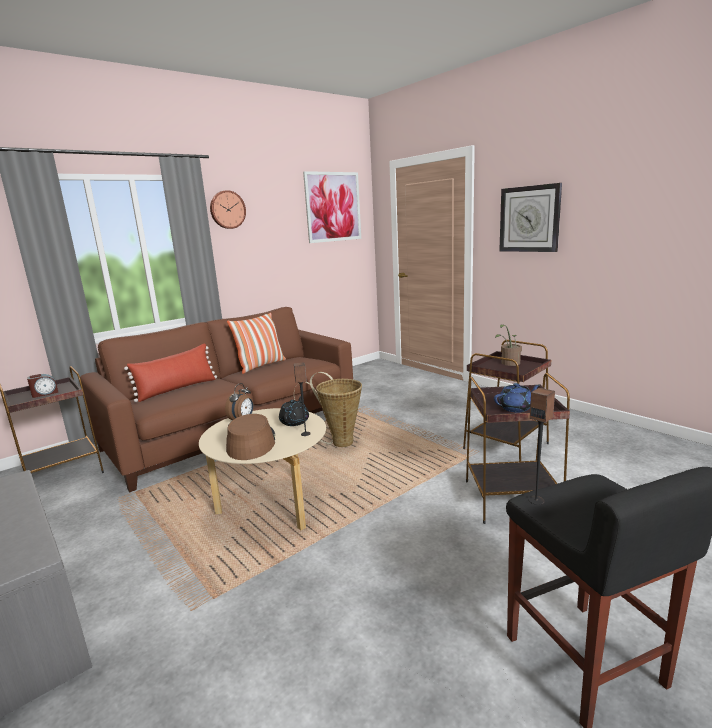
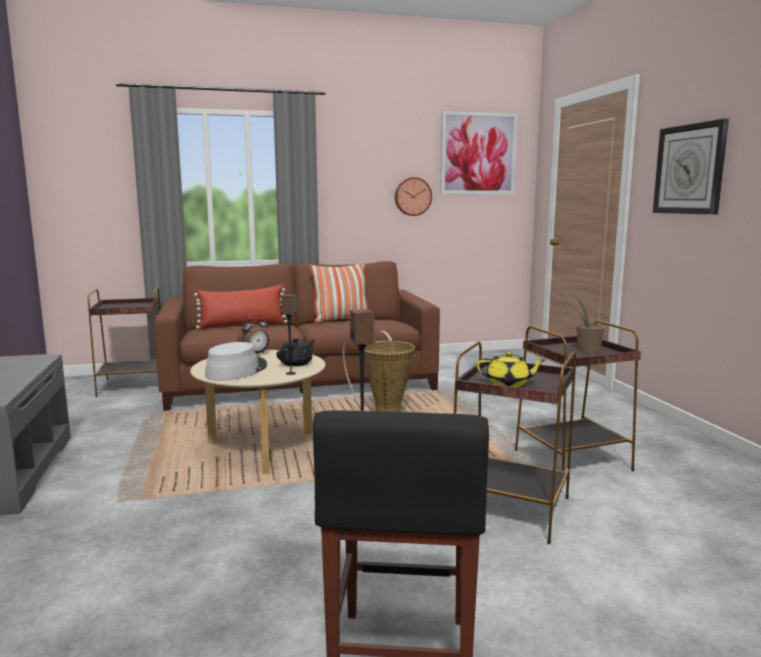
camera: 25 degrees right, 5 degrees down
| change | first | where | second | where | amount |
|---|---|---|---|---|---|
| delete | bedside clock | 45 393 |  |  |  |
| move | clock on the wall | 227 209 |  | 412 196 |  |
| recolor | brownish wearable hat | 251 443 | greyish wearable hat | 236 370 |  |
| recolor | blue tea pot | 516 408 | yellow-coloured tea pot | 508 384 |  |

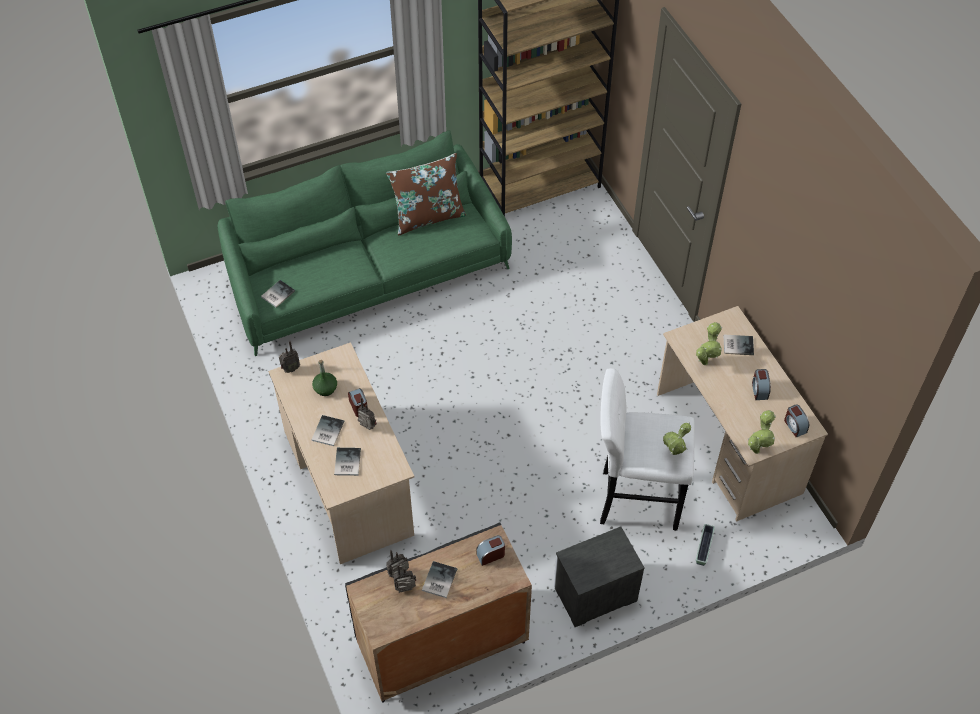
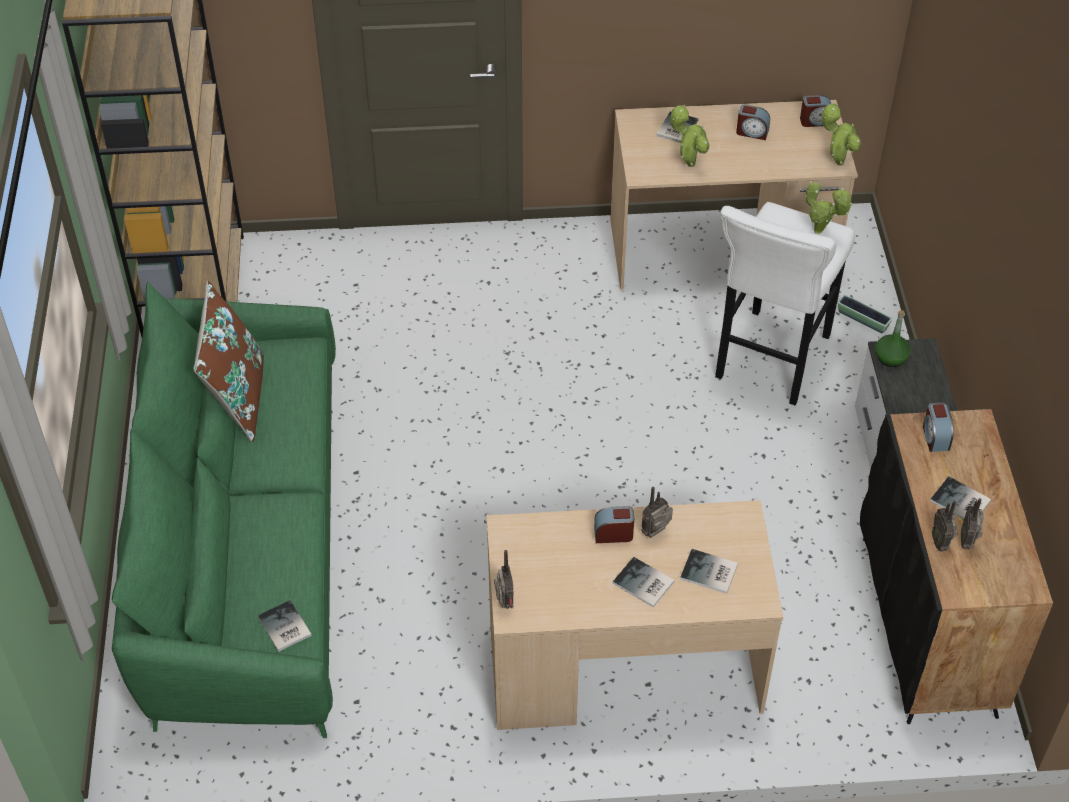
camera: 70 degrees left, 5 degrees down
| change | first | where | second | where | amount |
|---|---|---|---|---|---|
| move | greenish beverage bottle | 325 388 |  | 890 358 |  |

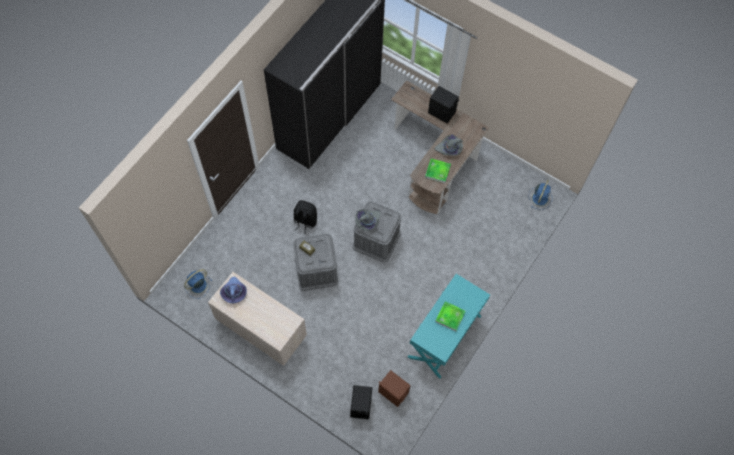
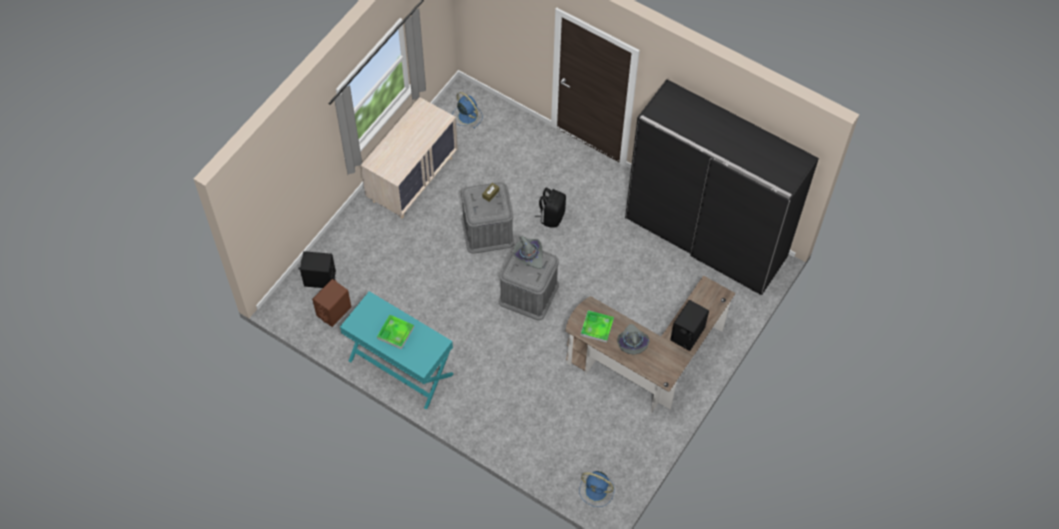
camera: 90 degrees right, 5 degrees down
| change | first | where | second | where | amount |
|---|---|---|---|---|---|
| delete | purple-coloured wearable hat | 234 292 |  |  |  |

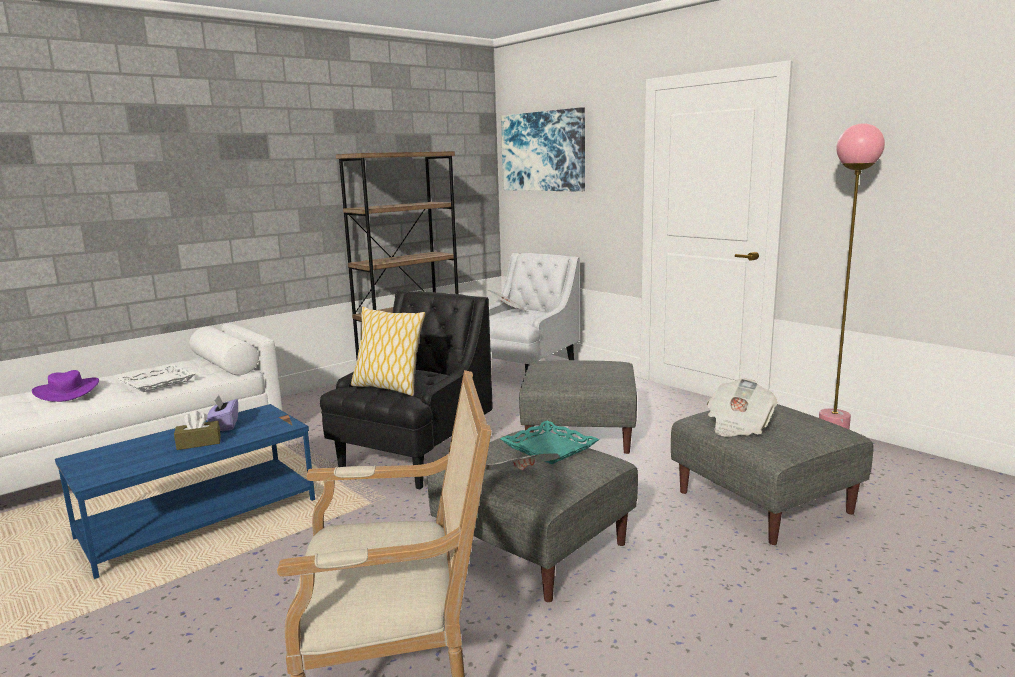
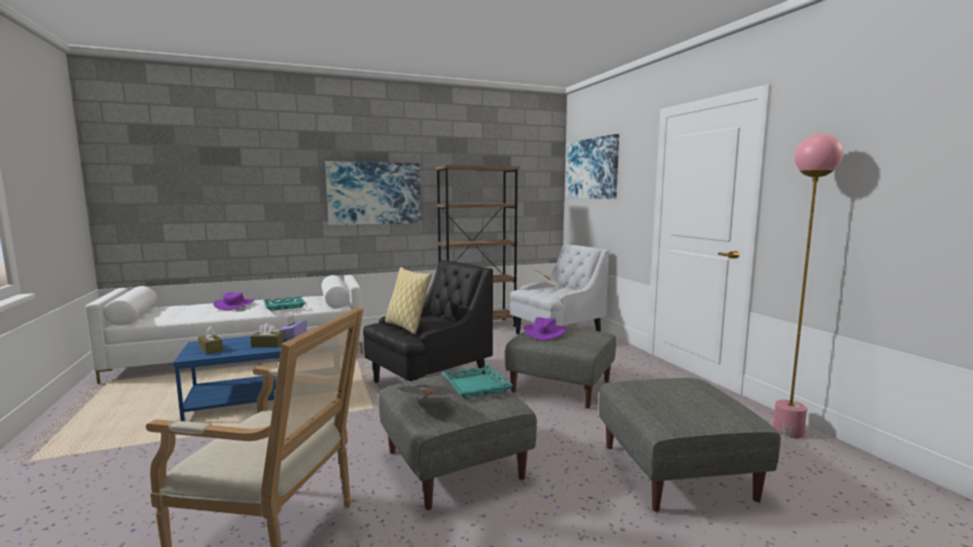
camera: 20 degrees right, 5 degrees down
| change | first | where | second | where | amount |
|---|---|---|---|---|---|
| recolor | white carrying tray | 157 382 | turquoise-coloured carrying tray | 284 306 |  |
| delete | daily paper | 738 426 |  |  |  |
| insert |  |  | brownish tissue box | 211 349 |  |
| insert |  |  | wall art | 374 193 |  |
| insert |  |  | purple-coloured wearable hat | 544 333 |  |

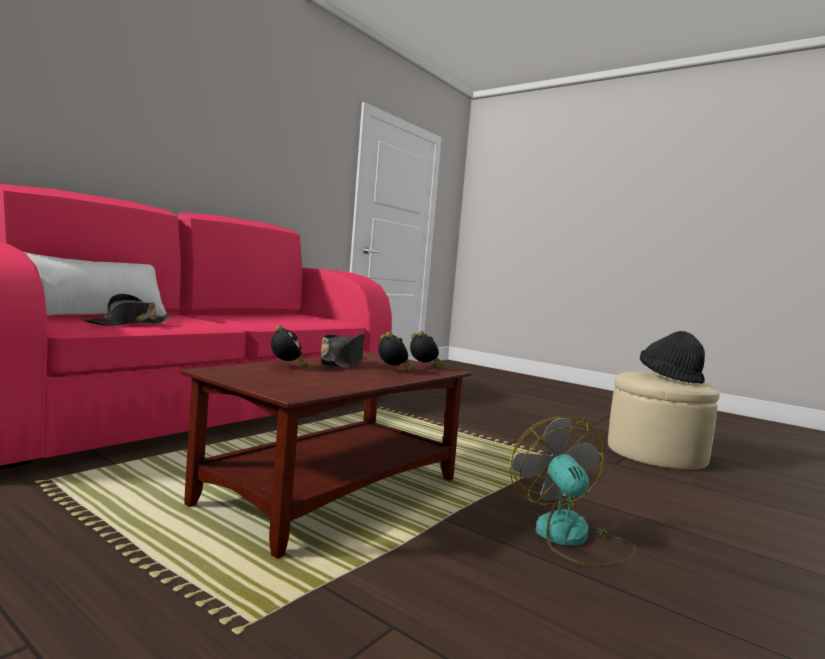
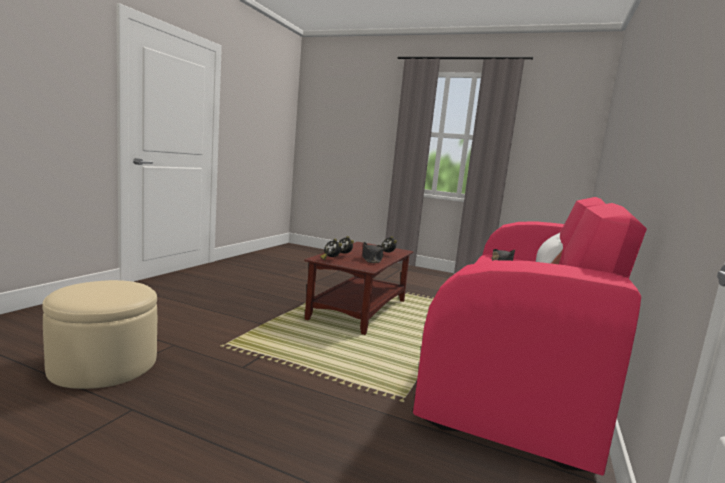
camera: 165 degrees right, 5 degrees up
| change | first | where | second | where | amount |
|---|---|---|---|---|---|
| delete | cooling fan | 571 538 |  |  |  |
| delete | black-coloured wearable hat | 669 378 |  |  |  |

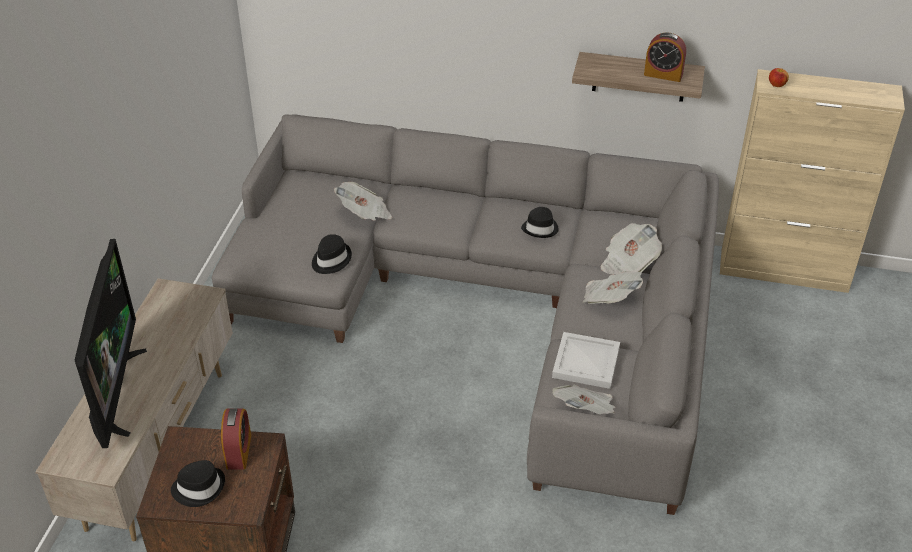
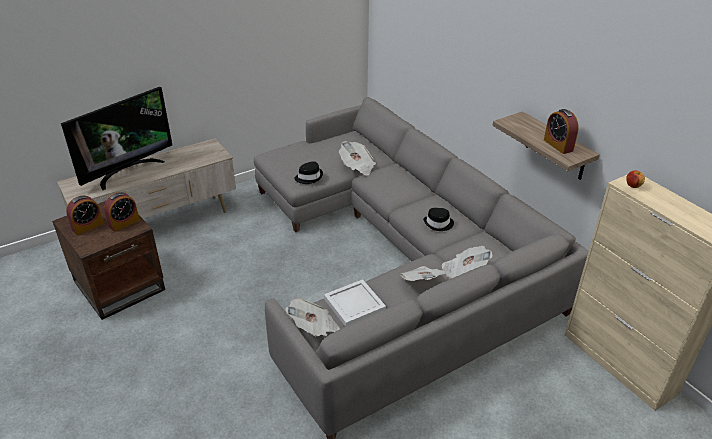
camera: 45 degrees right, 5 degrees down
| change | first | where | second | where | amount |
|---|---|---|---|---|---|
| replace | black-coloured wearable hat | 199 488 | bedside clock | 87 226 |  |

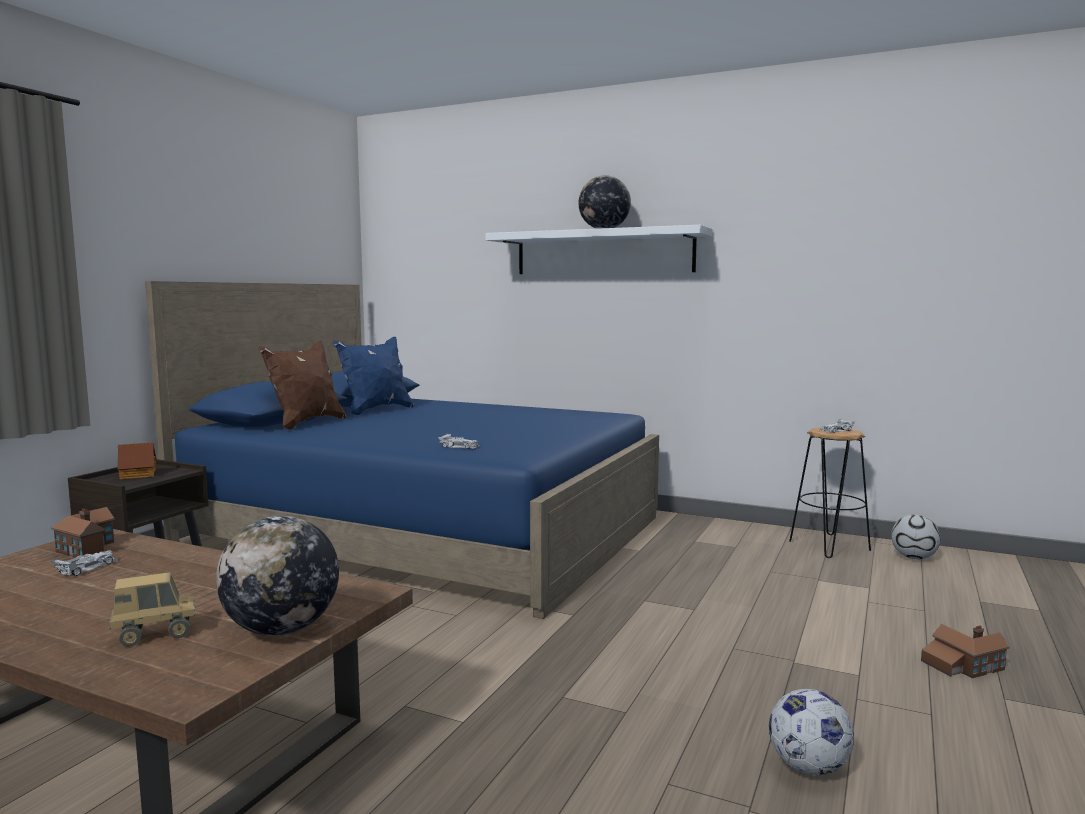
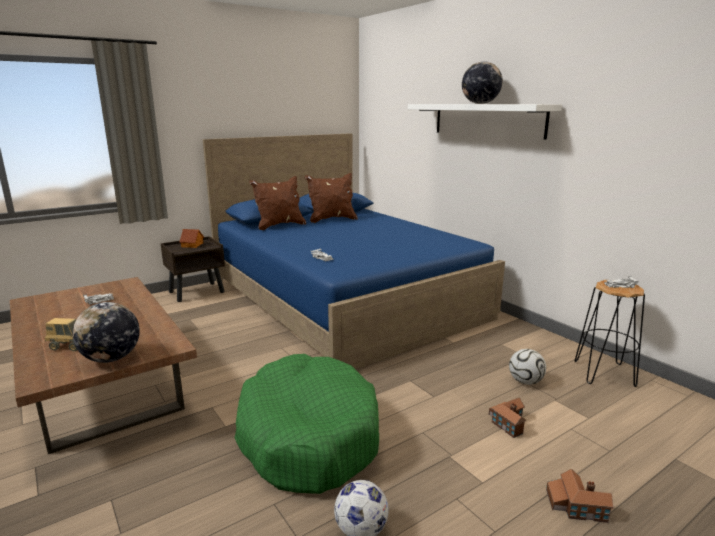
camera: 30 degrees right, 10 degrees up
| change | first | where | second | where | amount |
|---|---|---|---|---|---|
| move | toy house | 87 548 |  | 508 422 |  |
| recolor | blue throw pillow | 376 410 | brownish throw pillow | 331 219 |  |
| move | football | 913 557 |  | 525 381 |  |
| insert |  |  | greenish dog bed | 308 436 |  |

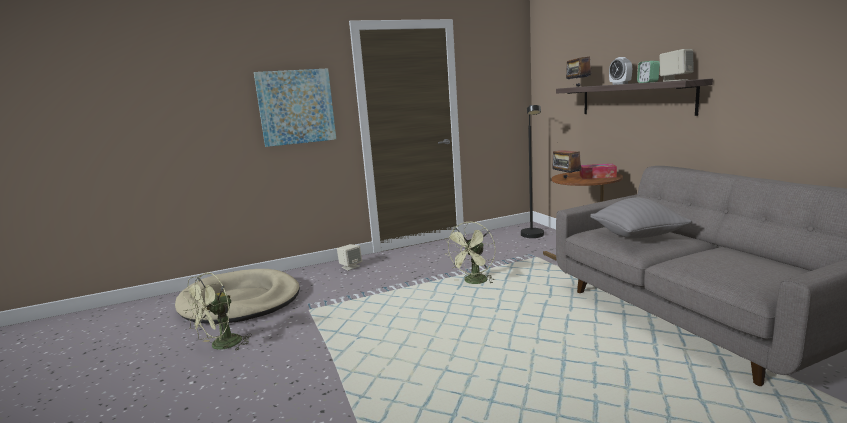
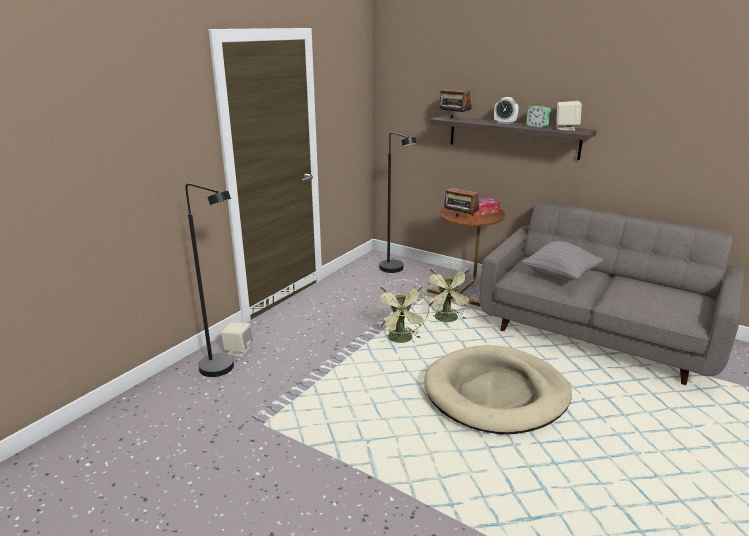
camera: 35 degrees left, 10 degrees up
| change | first | where | second | where | amount |
|---|---|---|---|---|---|
| move | beige-coloured dog bed | 240 301 |  | 496 393 |  |
| move | greenish cooling fan | 221 346 |  | 447 320 |  |
| delete | wall art | 296 107 |  |  |  |
| insert |  |  | black-coloured standard lamp | 223 370 |  |

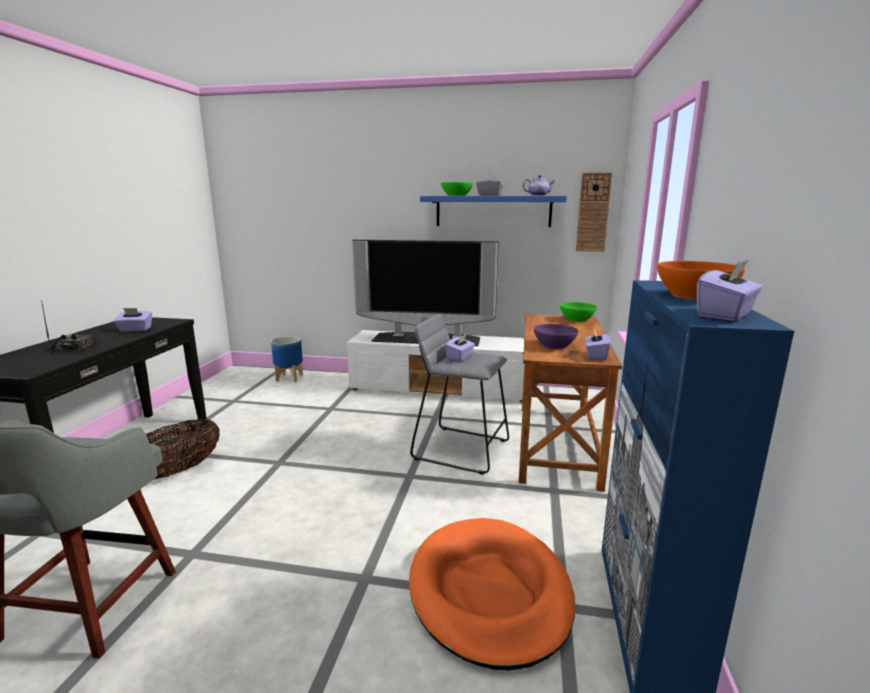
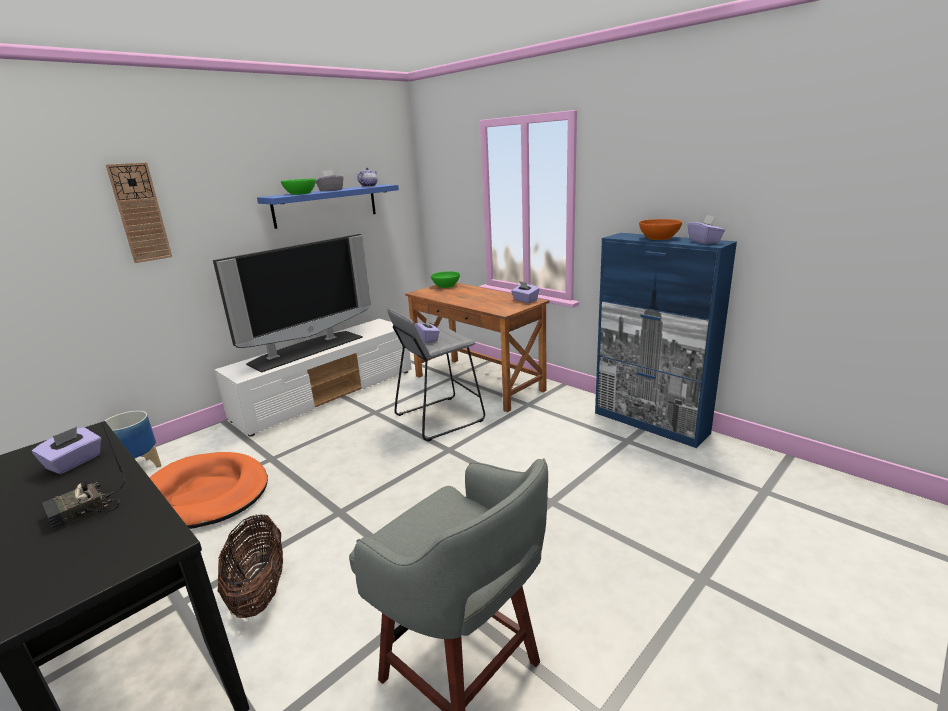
camera: 55 degrees left, 5 degrees up
| change | first | where | second | where | amount |
|---|---|---|---|---|---|
| rotate | radio receiver | 73 347 |  | 82 512 | 75 degrees counterclockwise |
| move | orangey dog bed | 489 592 |  | 205 494 |  |
| delete | purple-coloured serving bowl | 555 345 |  |  |  |
| move | clock on the wall | 593 212 |  | 140 213 |  |

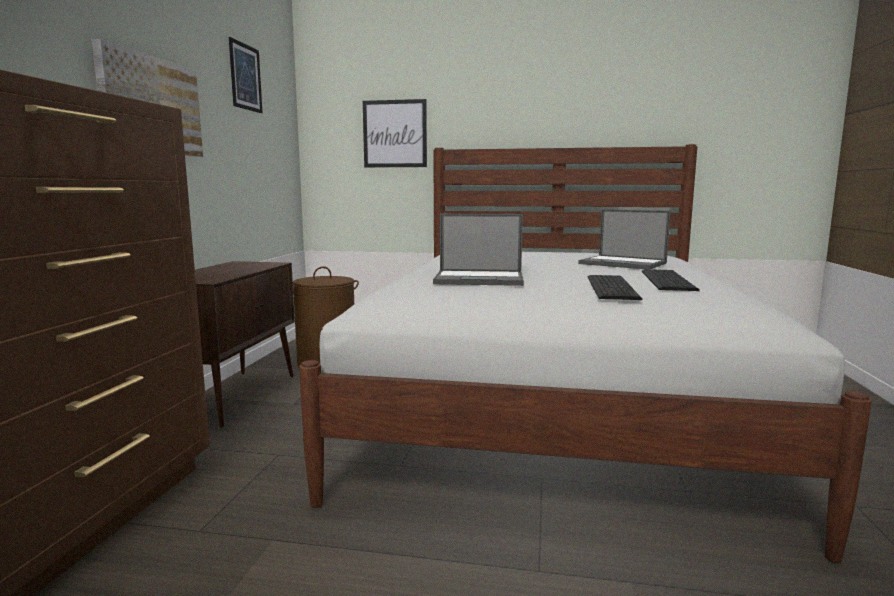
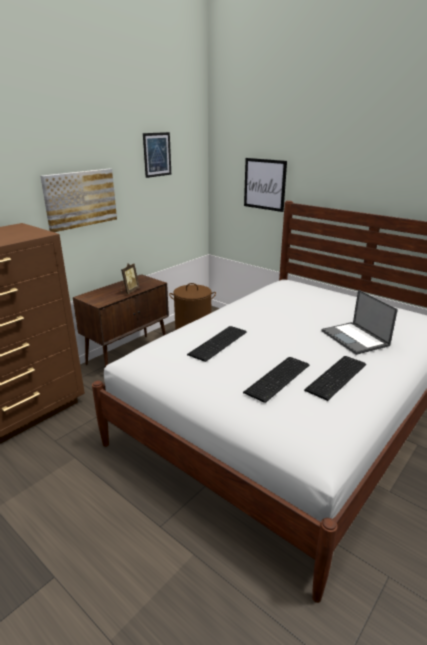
camera: 30 degrees right, 15 degrees up
| change | first | where | second | where | amount |
|---|---|---|---|---|---|
| replace | portable computer | 480 279 | computer keyboard | 219 343 |  |
| insert |  |  | picture frame | 129 291 |  |

